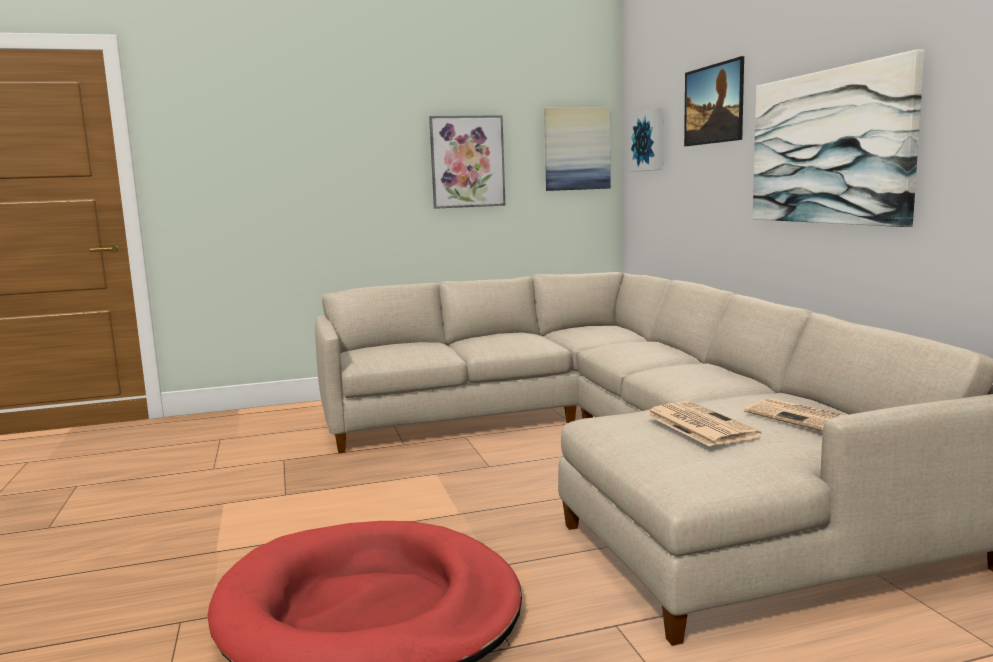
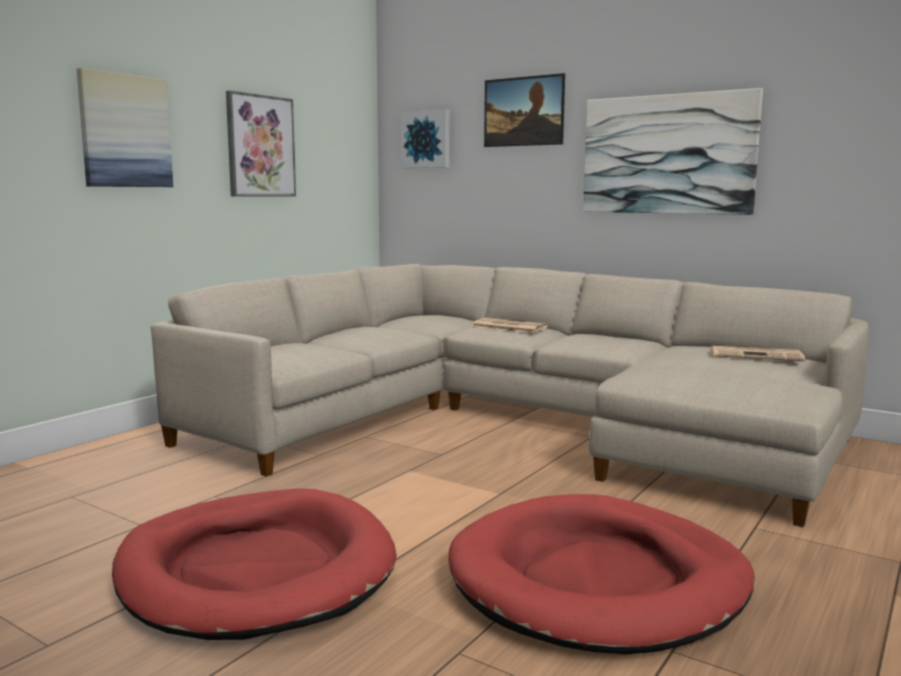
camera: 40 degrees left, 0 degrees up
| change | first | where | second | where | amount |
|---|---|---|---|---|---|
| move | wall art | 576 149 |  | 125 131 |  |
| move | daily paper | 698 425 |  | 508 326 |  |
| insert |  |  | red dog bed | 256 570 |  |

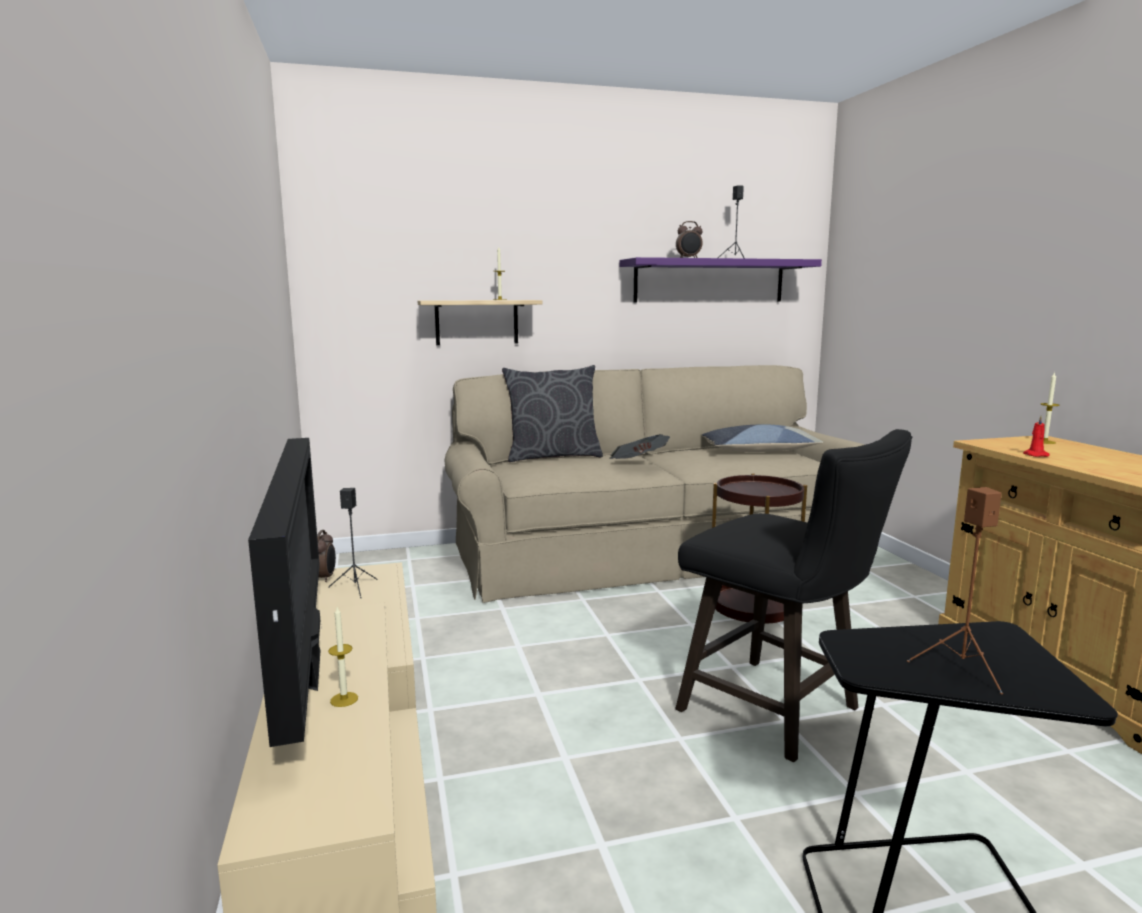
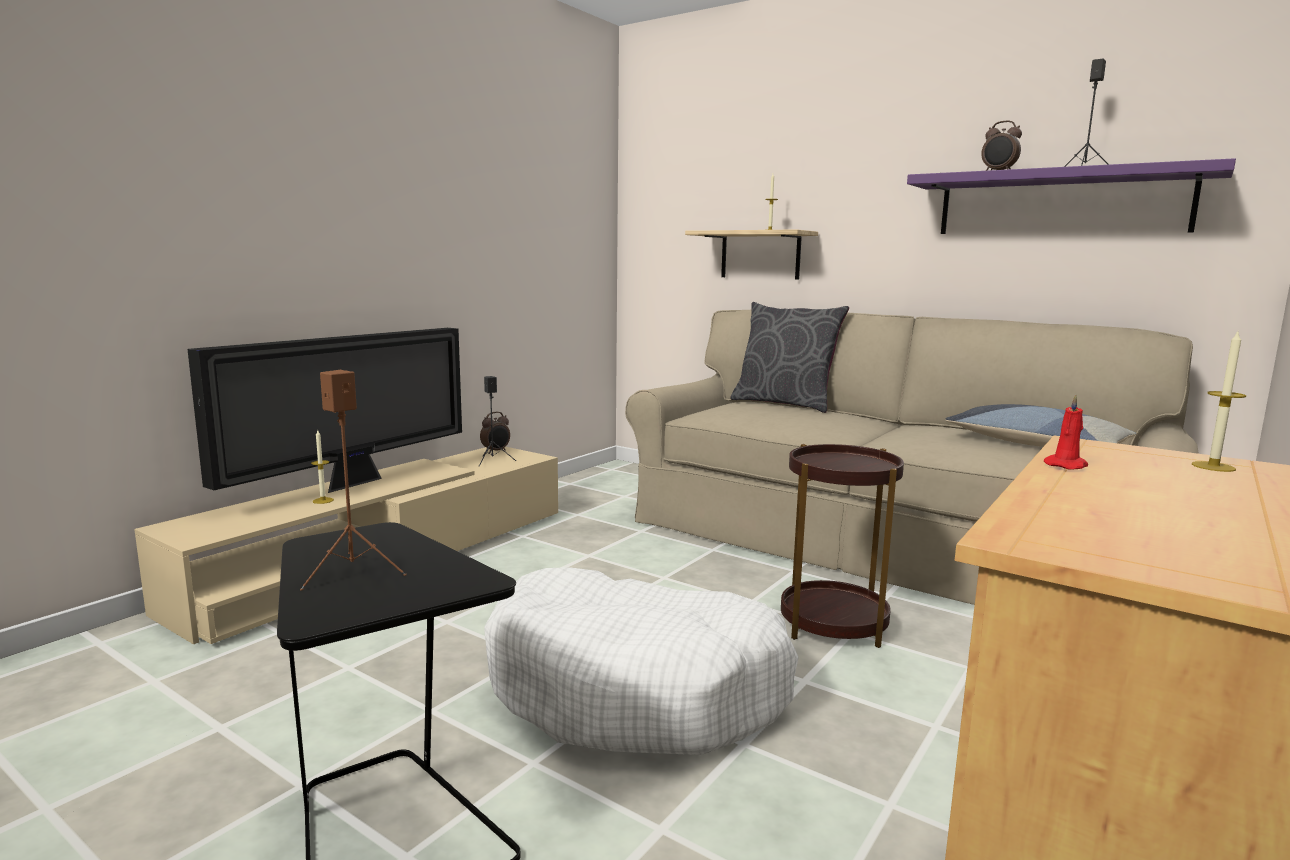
camera: 50 degrees right, 0 degrees up
| change | first | where | second | where | amount |
|---|---|---|---|---|---|
| delete | daily paper | 638 464 |  |  |  |
| replace | black-coloured sitting stool | 780 713 | white dog bed | 637 689 |  |

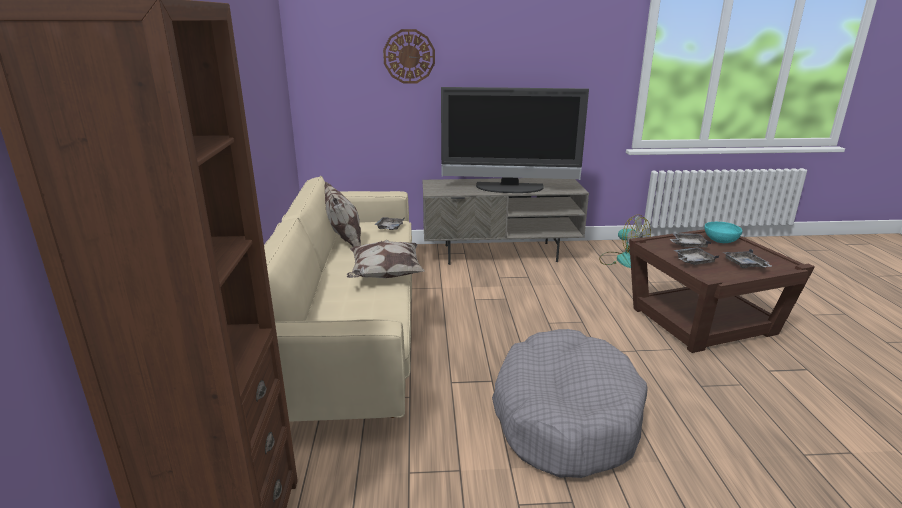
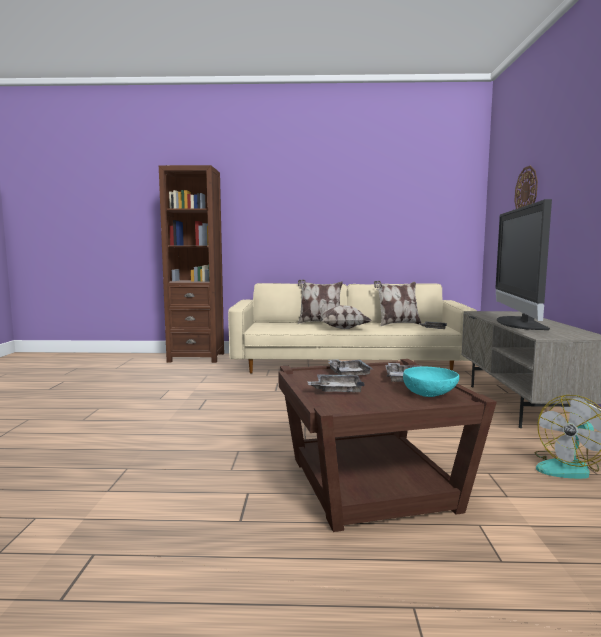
camera: 95 degrees right, 15 degrees down
| change | first | where | second | where | amount |
|---|---|---|---|---|---|
| delete | greyish dog bed | 565 416 |  |  |  |
| insert |  |  | throw pillow | 319 323 |  |

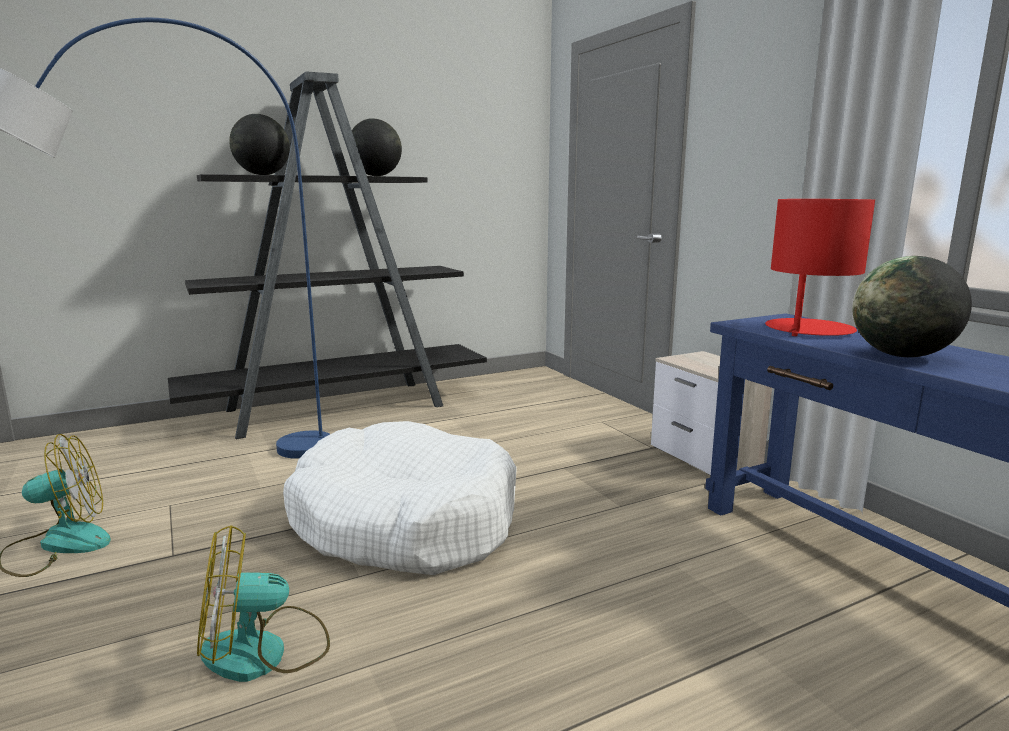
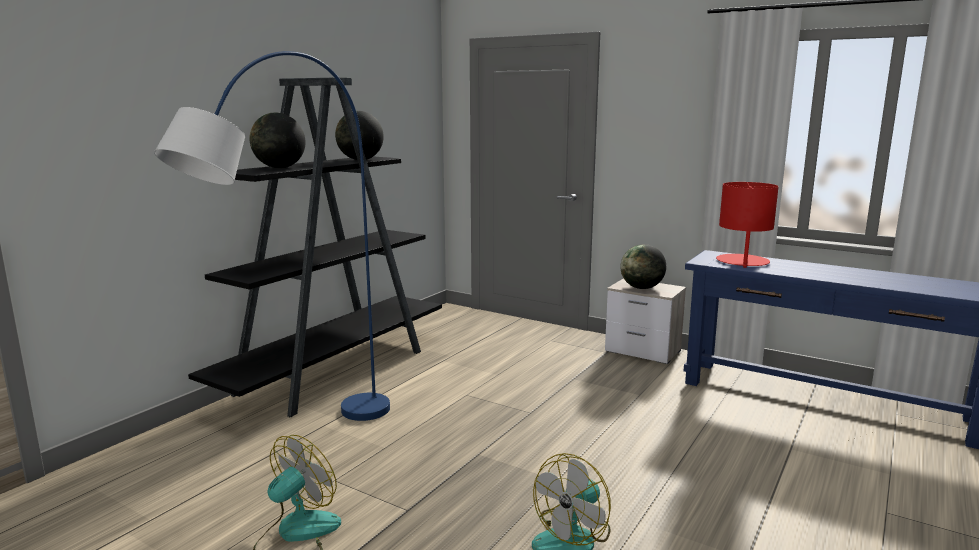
camera: 30 degrees left, 0 degrees up
| change | first | where | second | where | amount |
|---|---|---|---|---|---|
| delete | white dog bed | 404 522 |  |  |  |
| move | world globe | 901 356 |  | 642 288 |  |

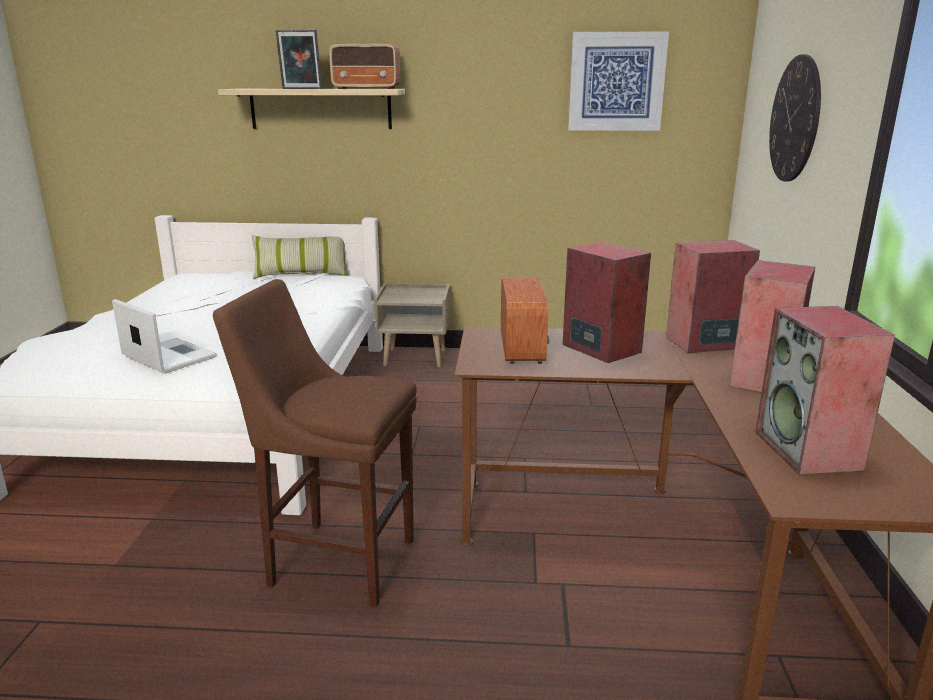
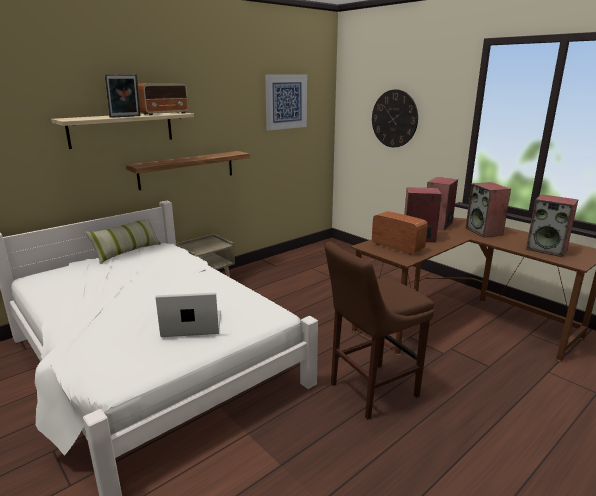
camera: 45 degrees left, 0 degrees up
| change | first | where | second | where | amount |
|---|---|---|---|---|---|
| insert |  |  | bracket shelf | 187 169 |  |

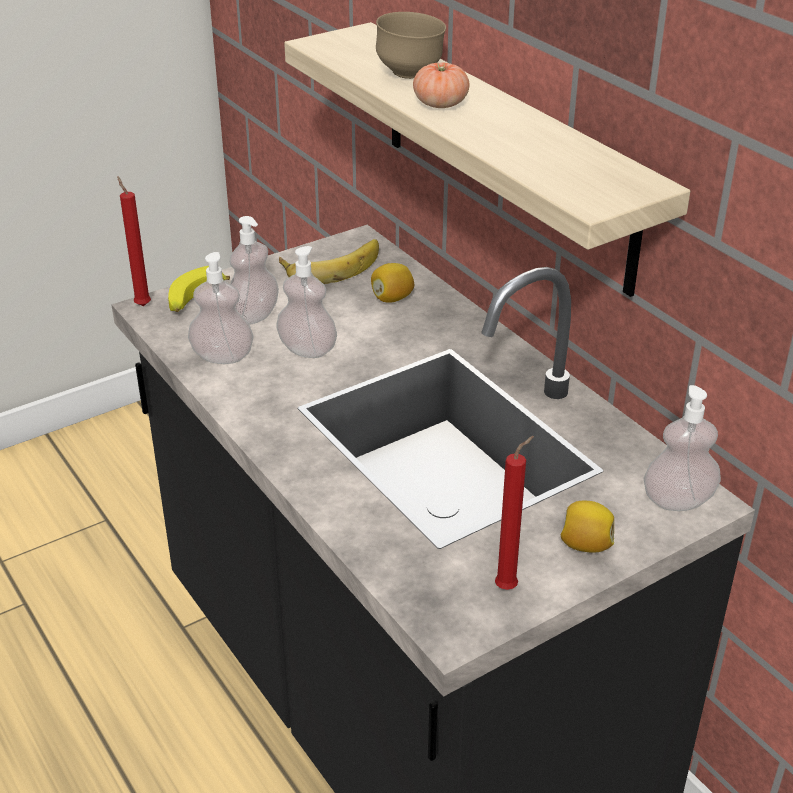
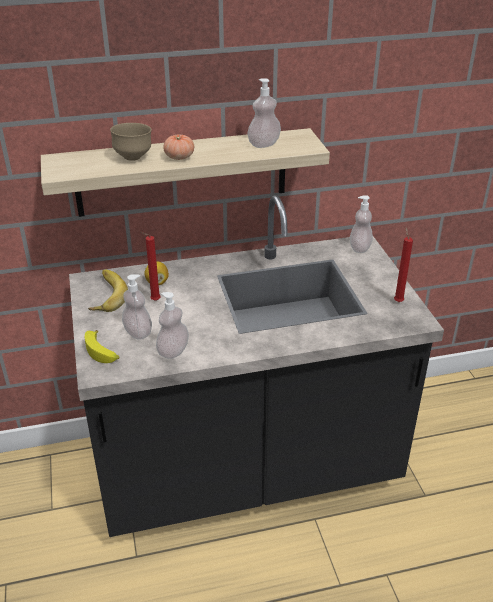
camera: 70 degrees left, 0 degrees up
| change | first | where | second | where | amount |
|---|---|---|---|---|---|
| move | red wax light | 141 304 |  | 154 301 |  |
| move | liquid soap bottle | 307 350 |  | 264 144 |  |
| delete | lemon | 585 545 |  |  |  |

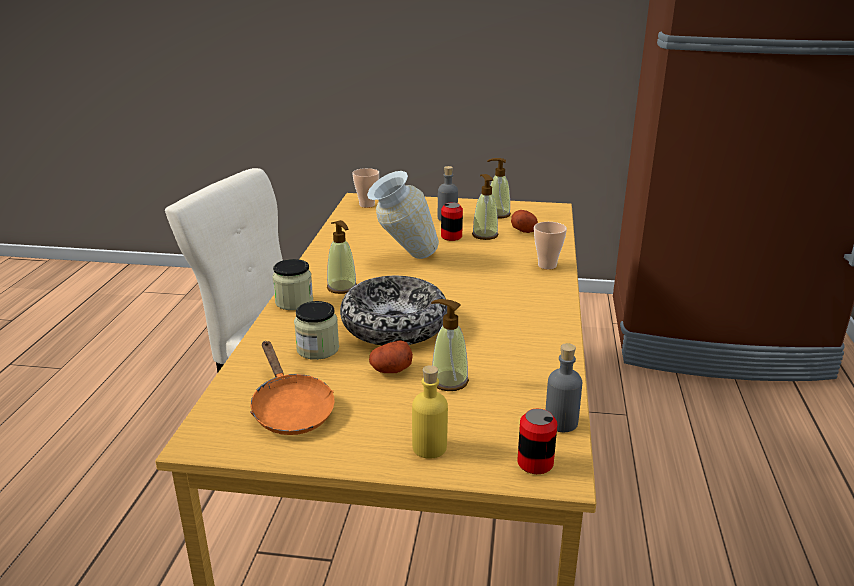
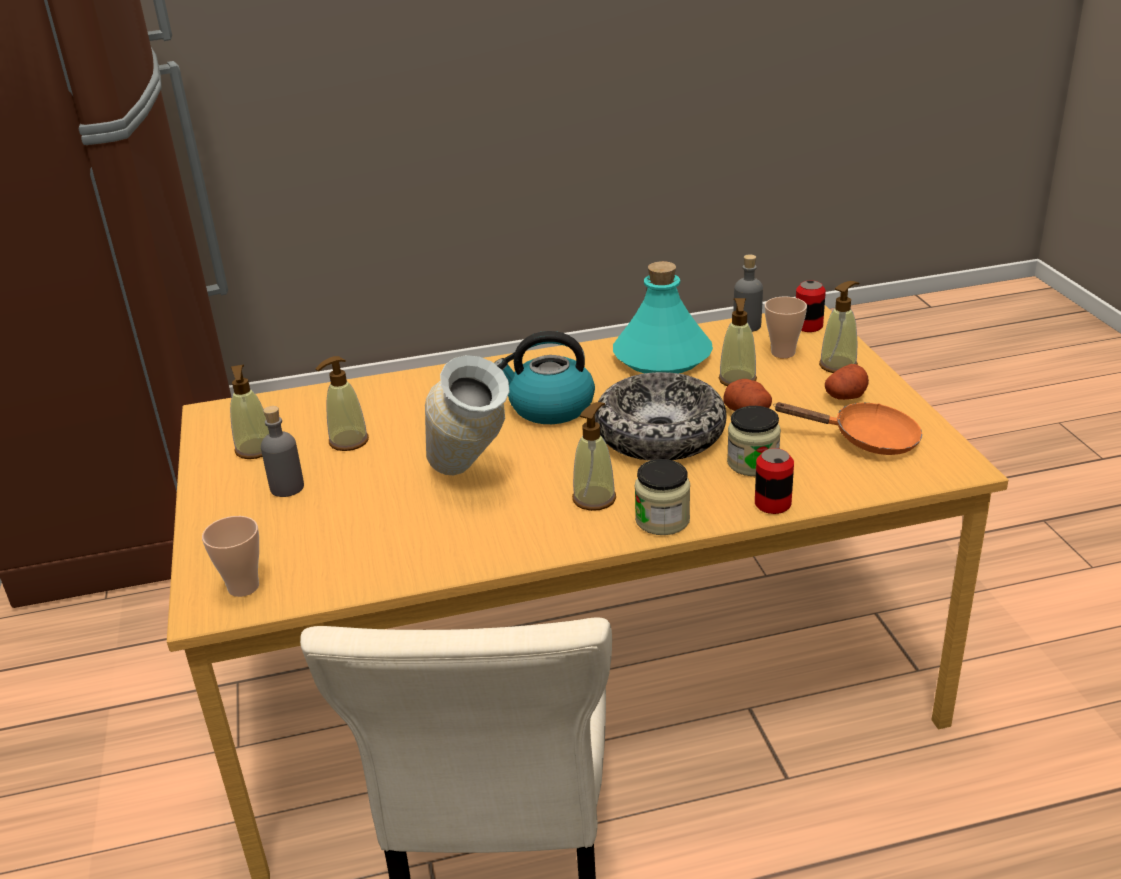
camera: 110 degrees left, 5 degrees up
| change | first | where | second | where | amount |
|---|---|---|---|---|---|
| rotate | orangey skillet | 290 410 |  | 866 439 | 60 degrees clockwise |
| replace | yellow-coloured beverage bottle | 429 447 | liquid soap bottle | 838 365 |  |
| move | can | 451 237 |  | 772 504 |  |
| move | potato | 522 229 |  | 846 396 |  |
| move | cup | 547 265 |  | 783 353 |  |
| insert |  |  | tea kettle | 550 407 |  |
| insert |  |  | turquoise-coloured beverage bottle | 663 356 |  |

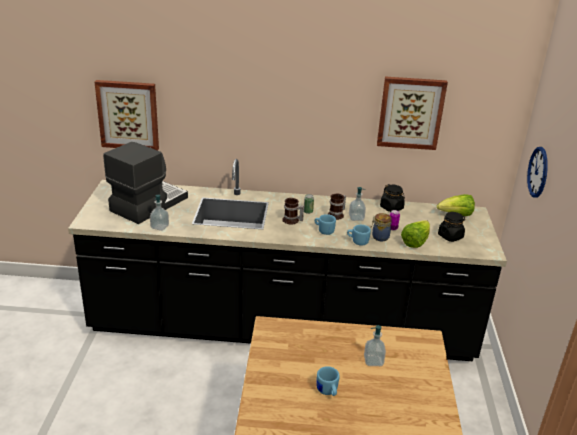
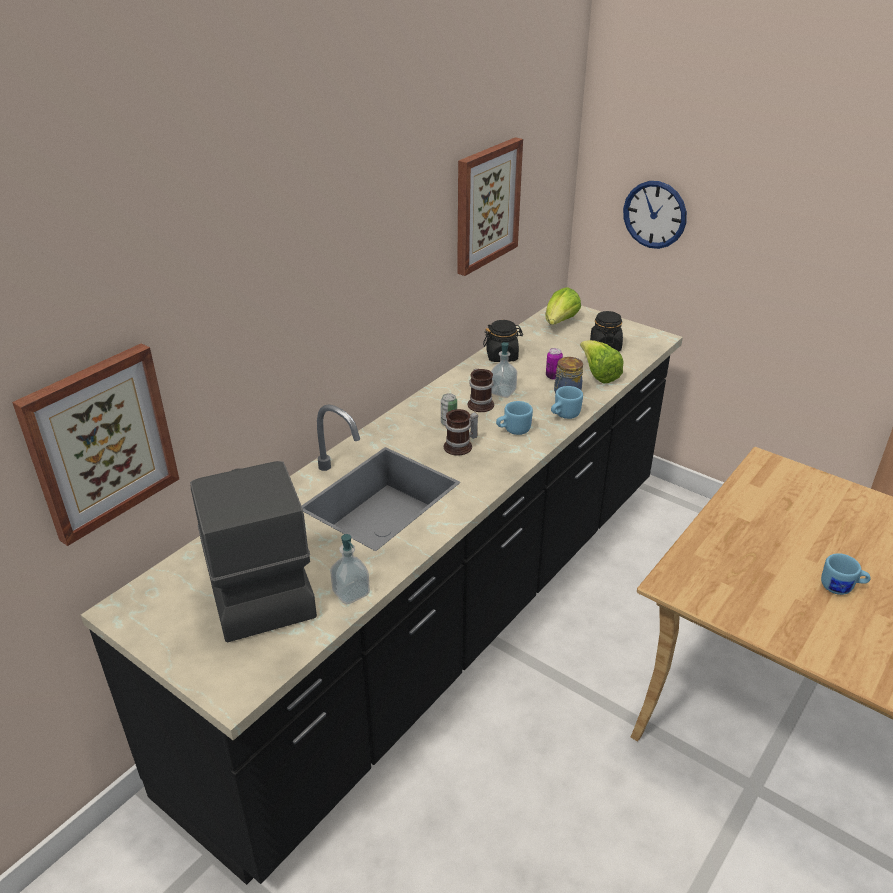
camera: 55 degrees left, 5 degrees up
| change | first | where | second | where | amount |
|---|---|---|---|---|---|
| delete | liquid soap bottle | 373 361 |  |  |  |

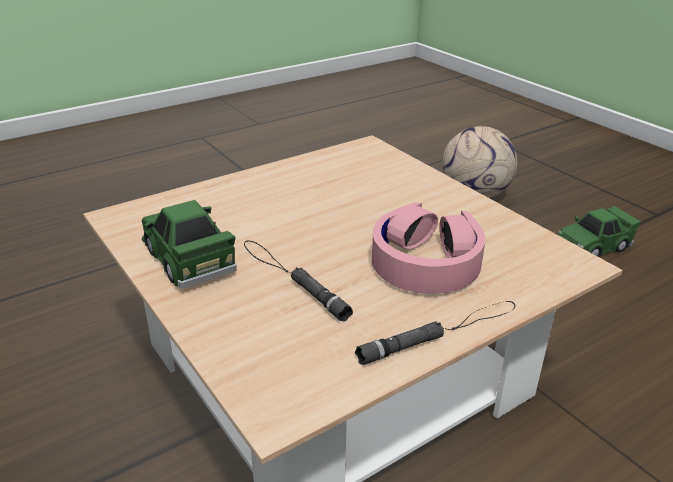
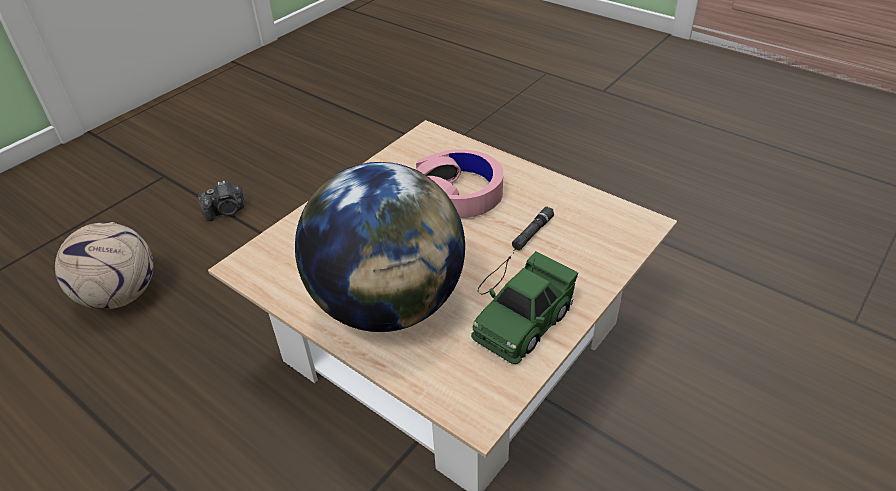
camera: 105 degrees left, 10 degrees up
| change | first | where | second | where | amount |
|---|---|---|---|---|---|
| delete | black-coloured hand torch | 441 332 |  |  |  |
| replace | greenish model car | 593 246 | photo camera | 226 211 |  |
| insert |  |  | world globe | 388 305 |  |

